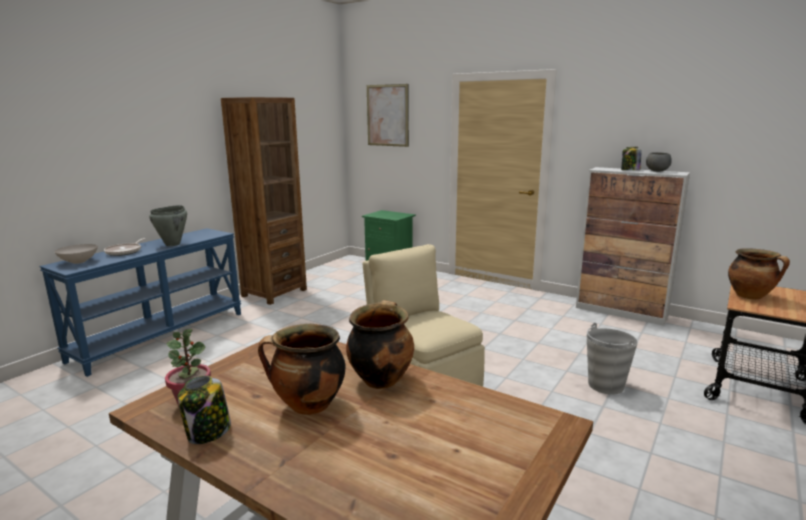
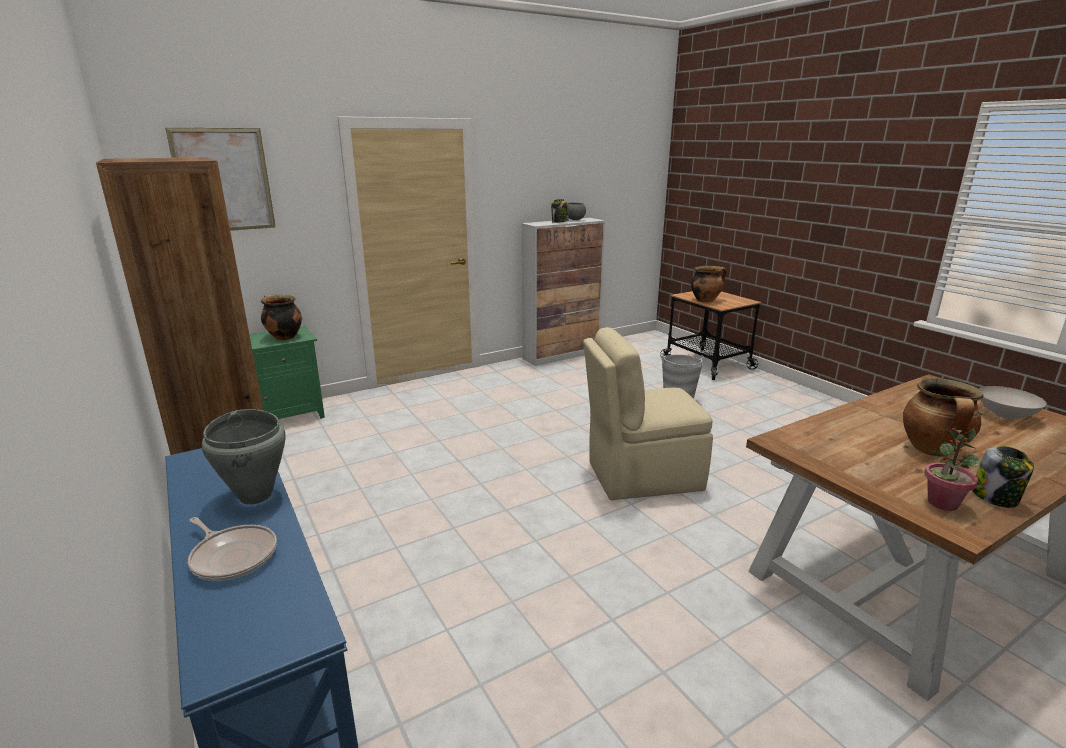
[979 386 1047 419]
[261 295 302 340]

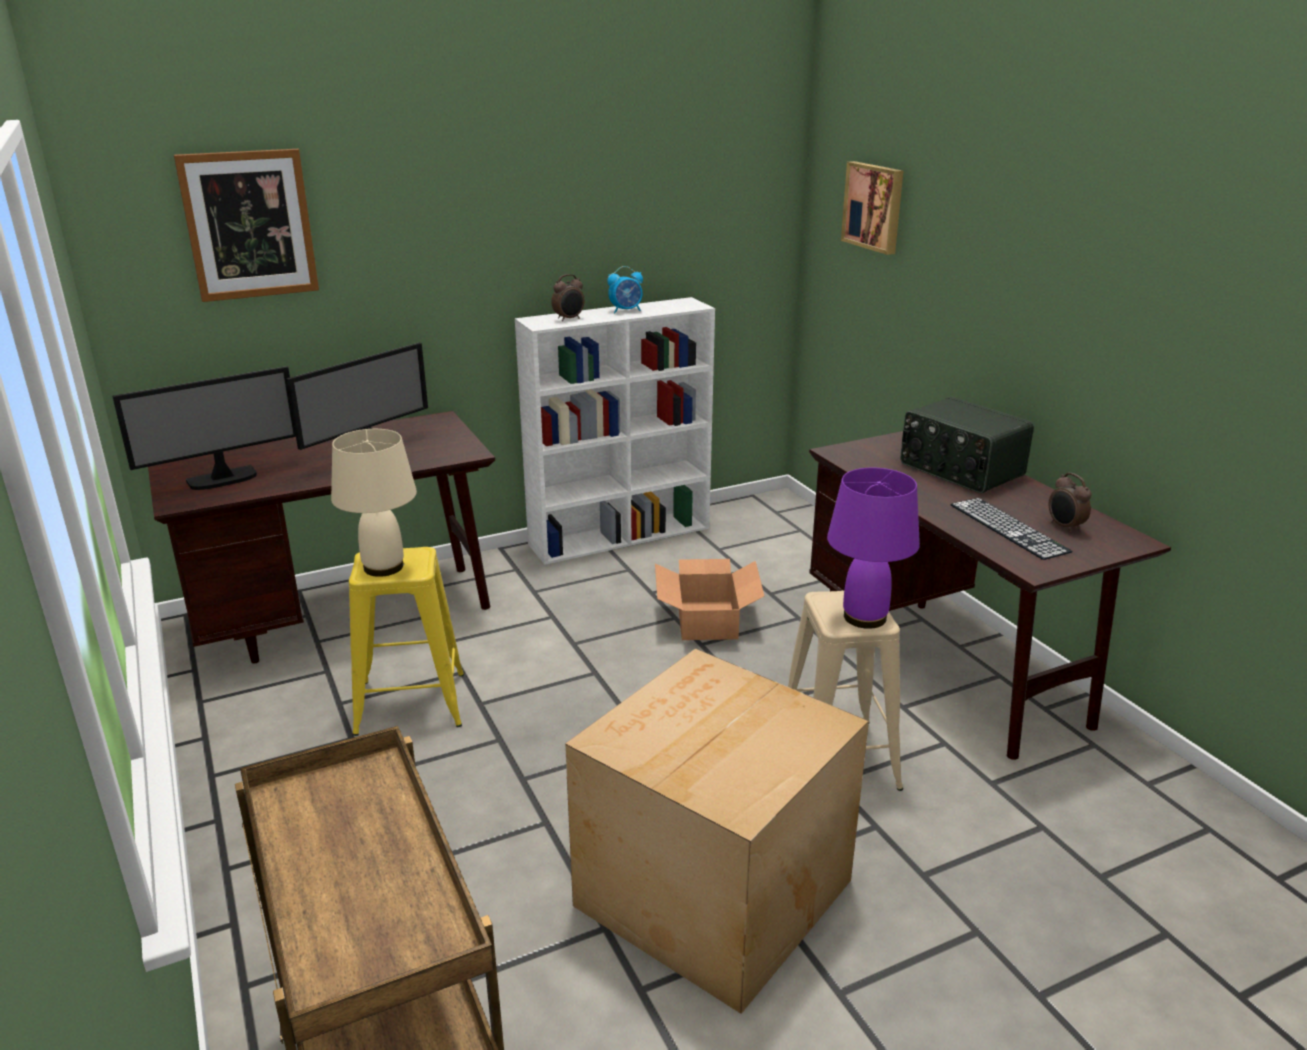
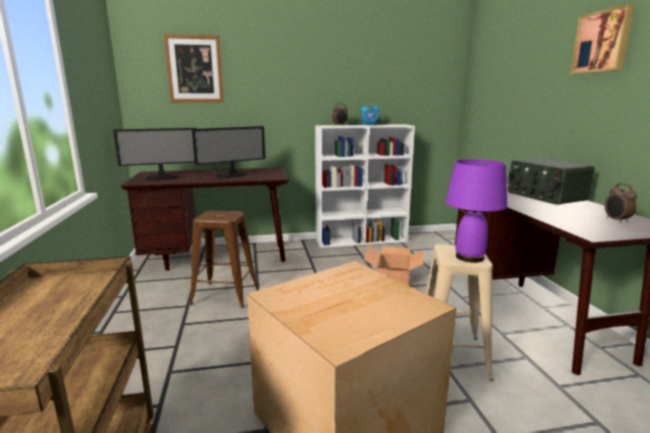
[570 4 635 74]
[331 429 417 577] (first image)
[951 498 1073 560] (first image)
[189 210 258 308]

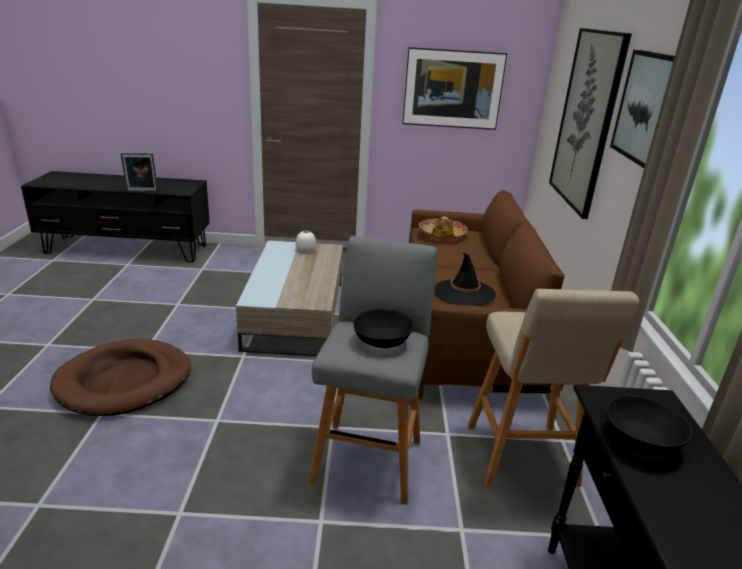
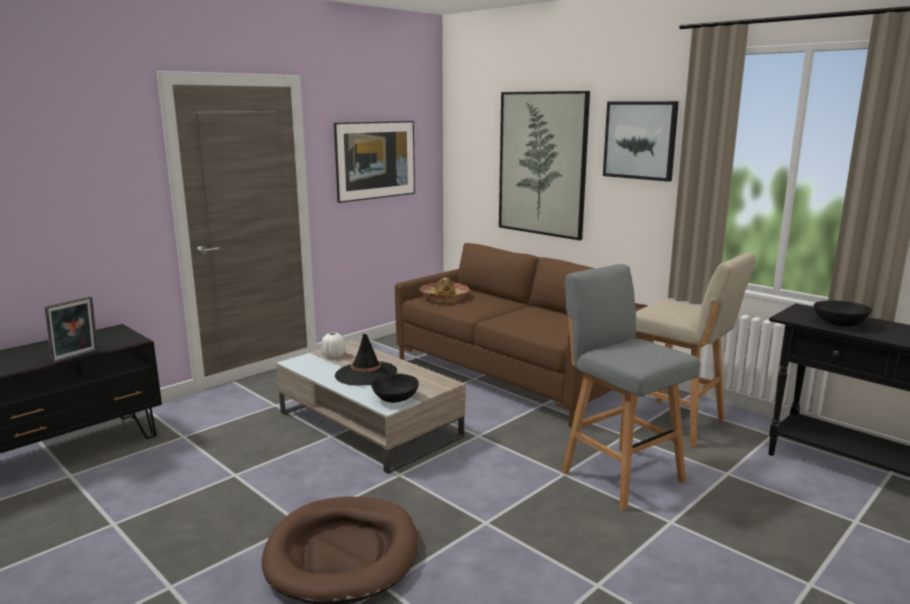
[335 334 397 386]
[371 374 419 403]

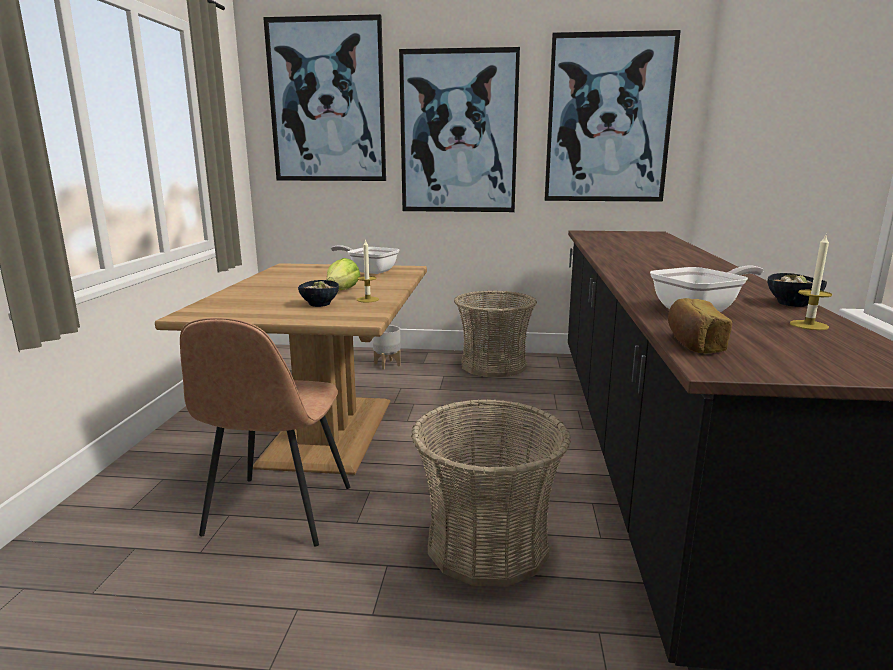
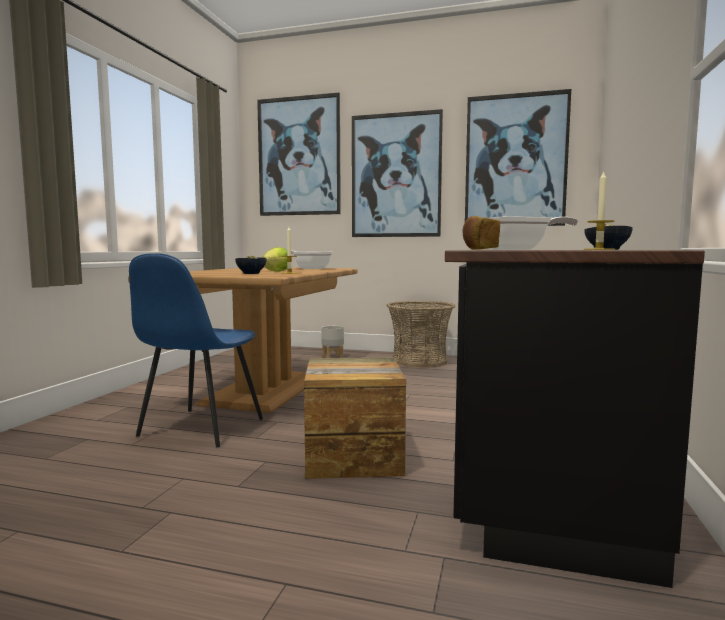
[129 253 263 447]
[304 357 406 479]

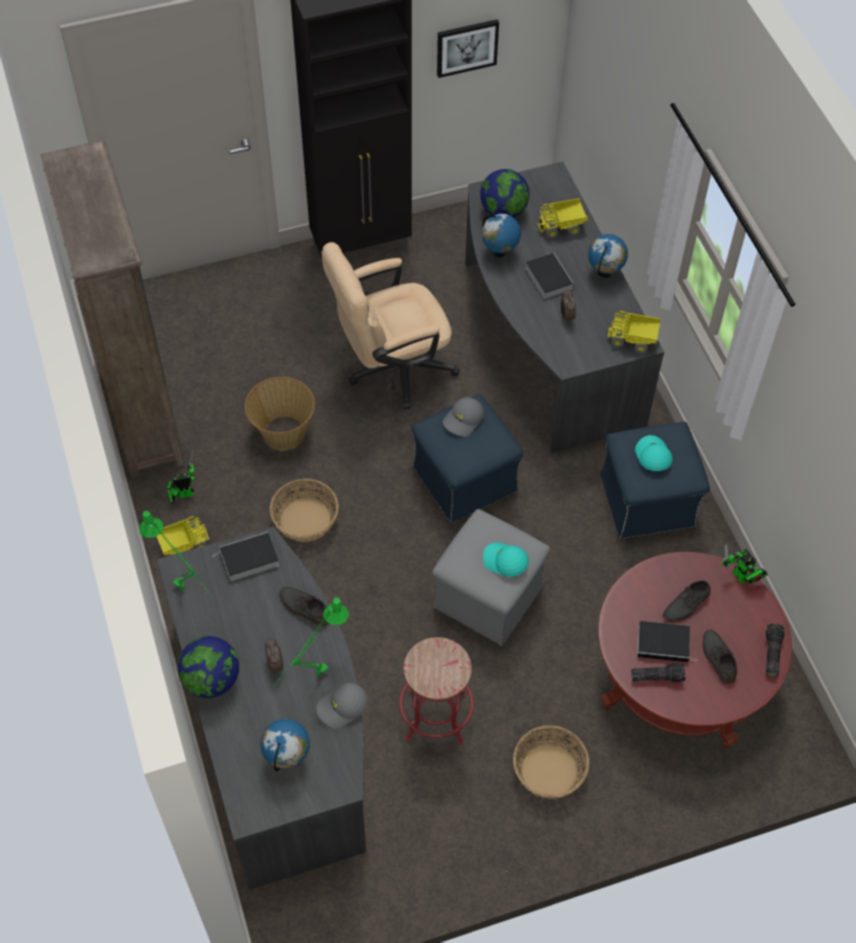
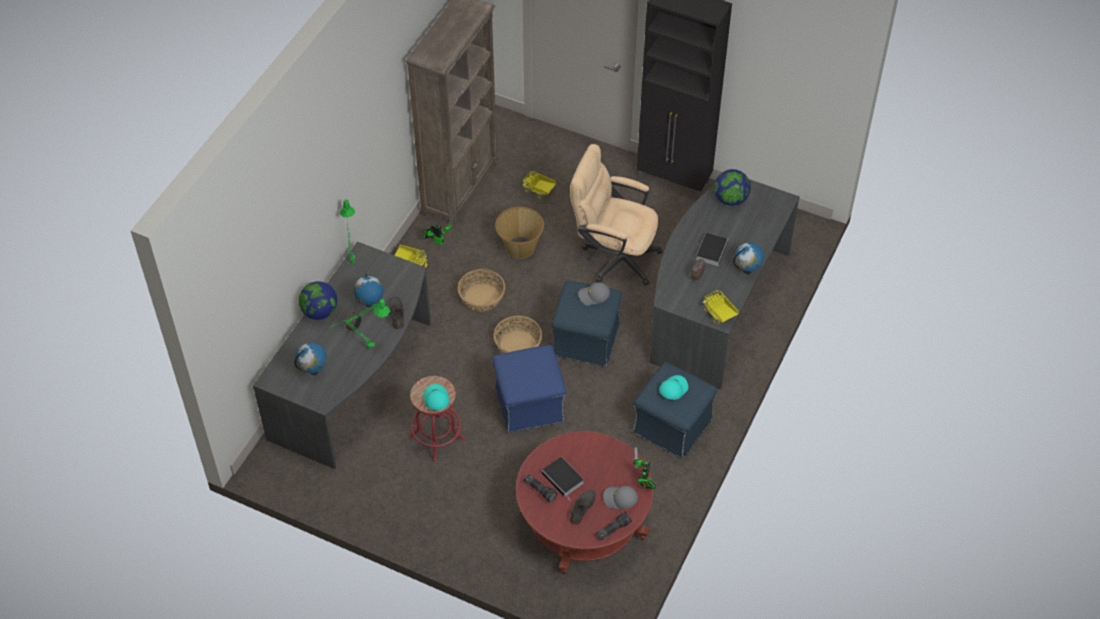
[437 19 499 78] (first image)
[522 171 556 200]
[354 274 384 307]
[492 345 566 433]
[213 532 279 581] (first image)
[423 384 450 410]
[663 581 711 622] (first image)
[603 486 638 509]
[494 316 542 353]

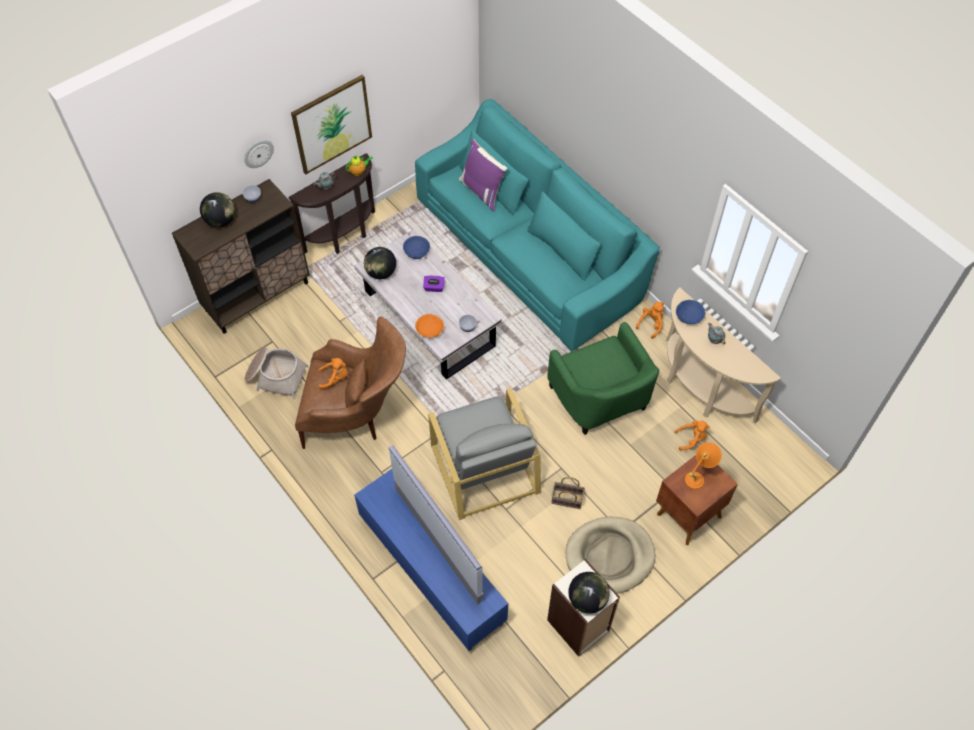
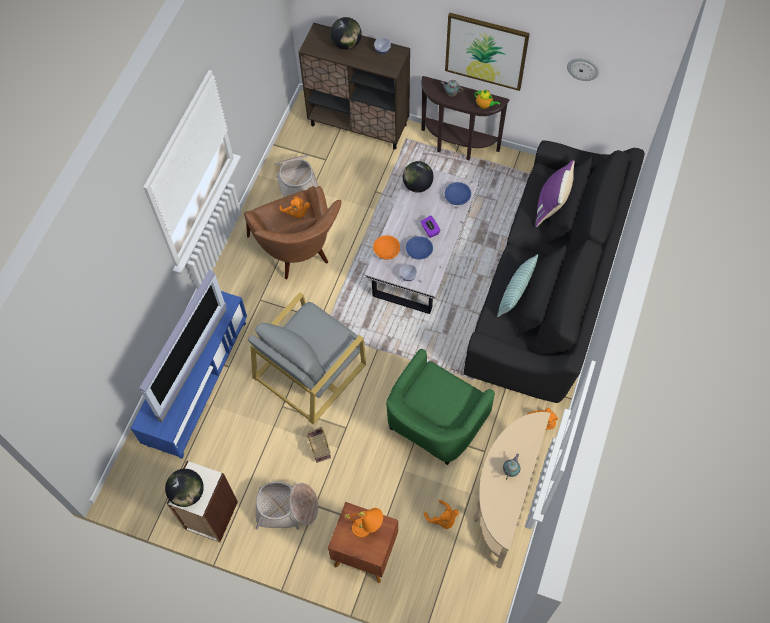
[464 140 645 403]
[567 58 599 81]
[406 236 433 259]
[256 481 318 530]
[497 254 538 317]

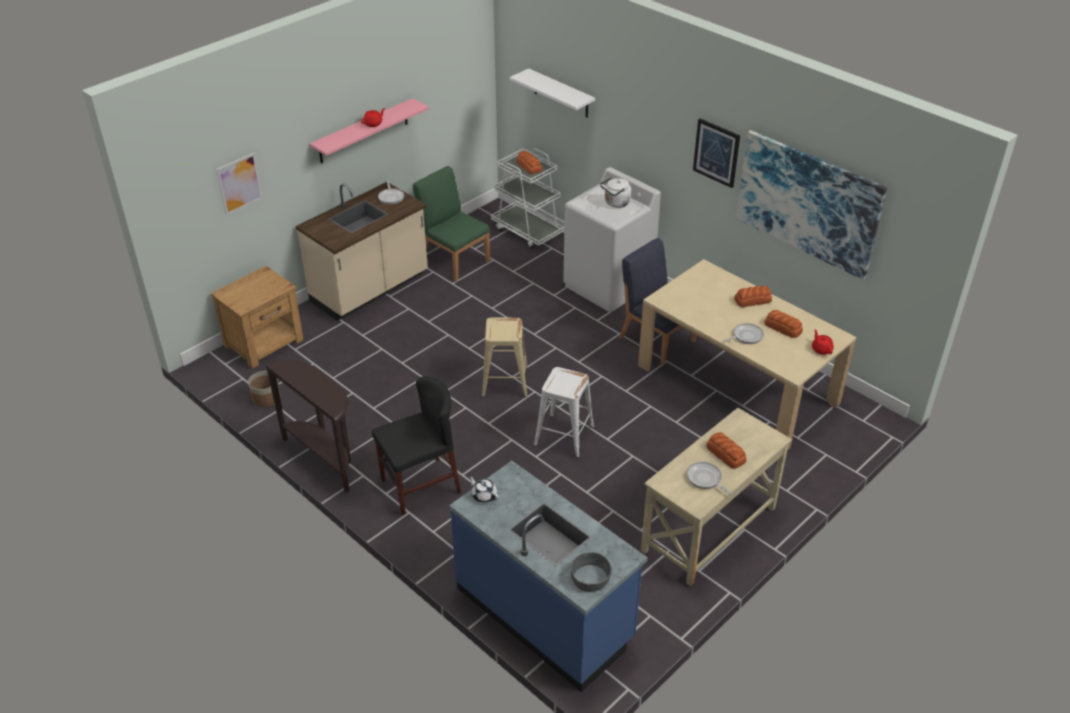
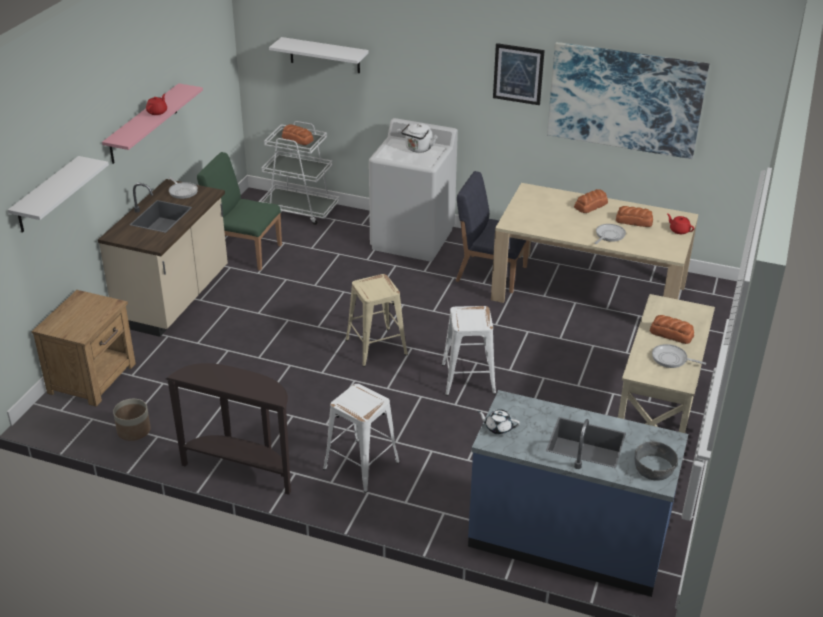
[8 156 109 233]
[323 384 400 493]

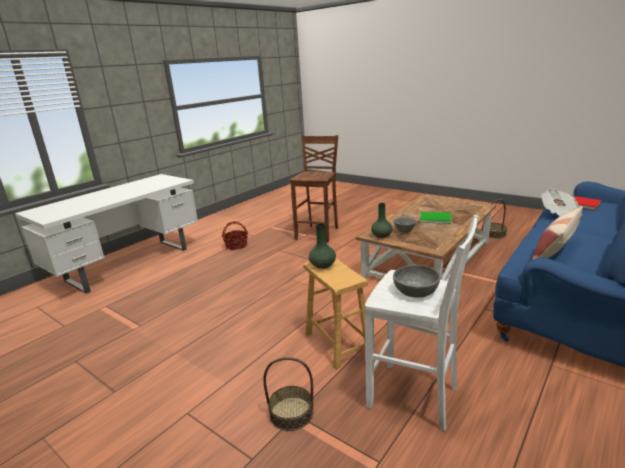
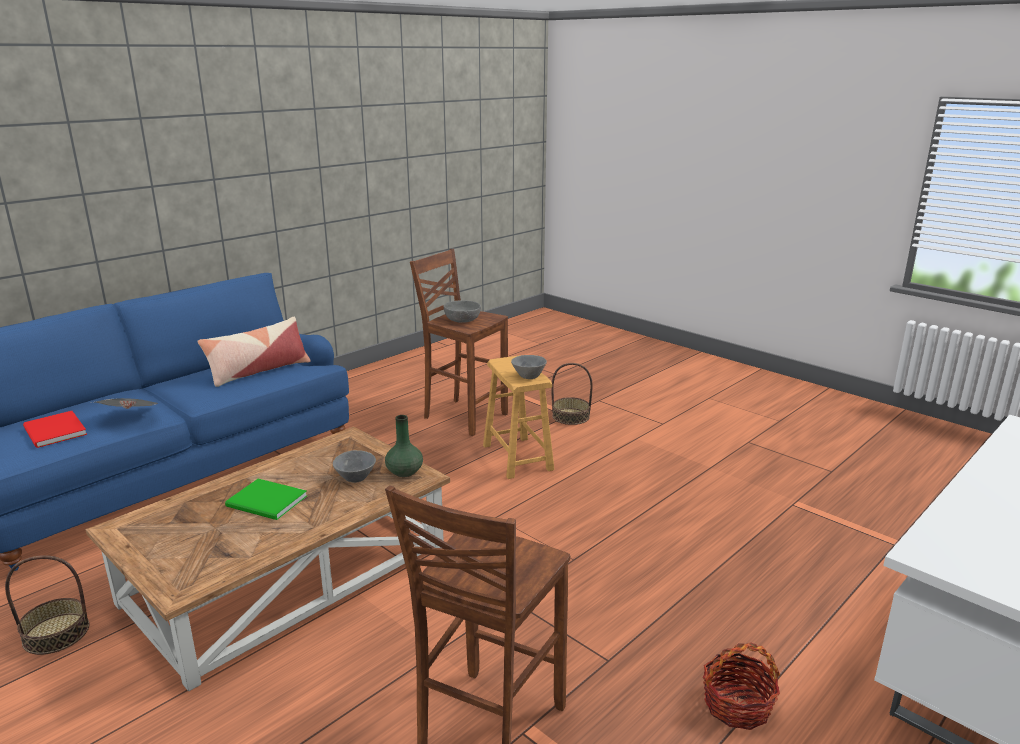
[410 249 508 436]
[511 355 547 379]

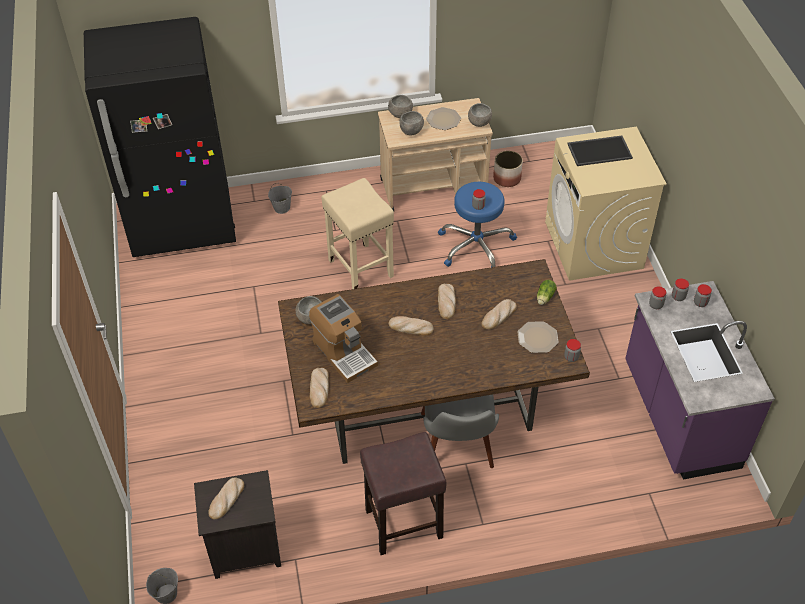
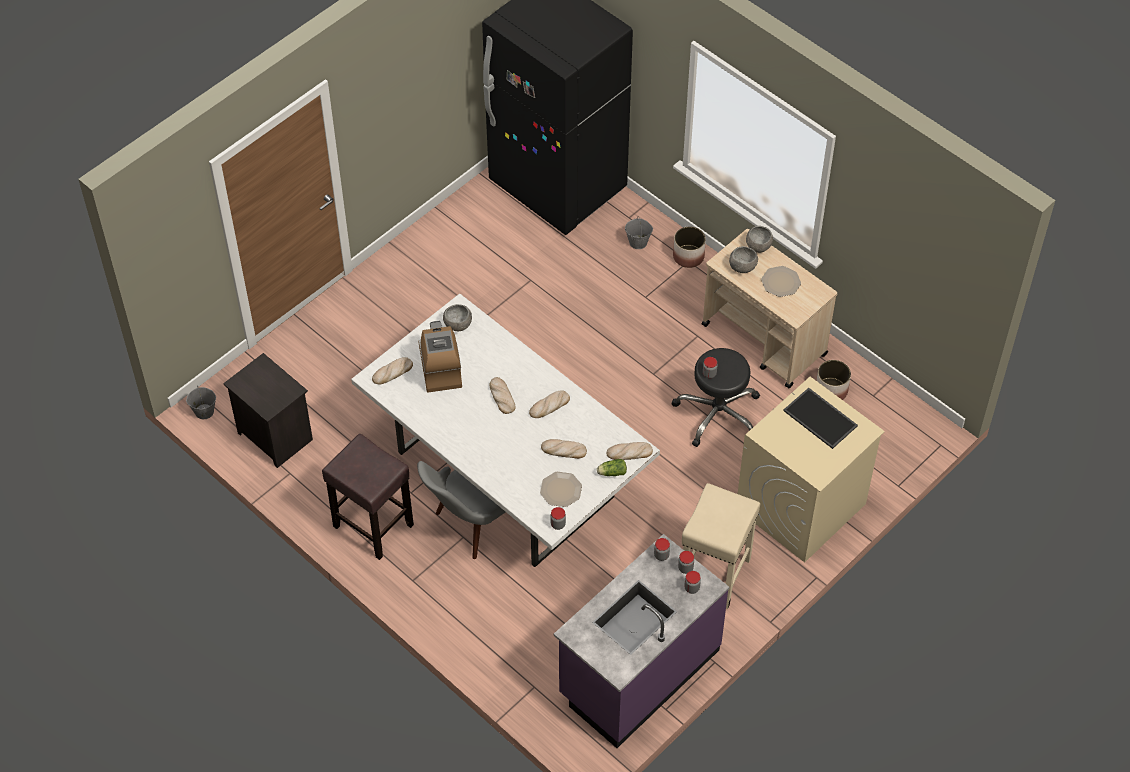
[468 103 492 127] (first image)
[682 483 760 609]
[671 348 760 447]
[351 294 660 567]
[418 321 462 393]
[607 442 653 460]
[673 226 706 268]

